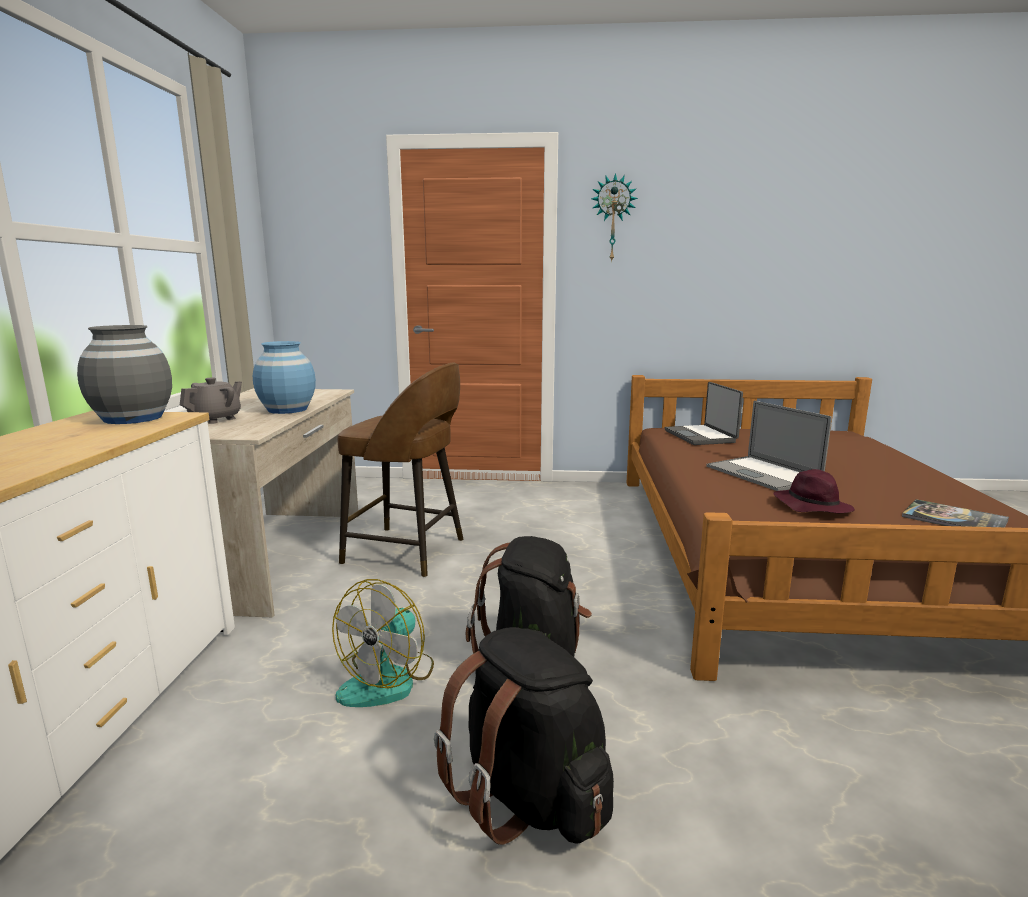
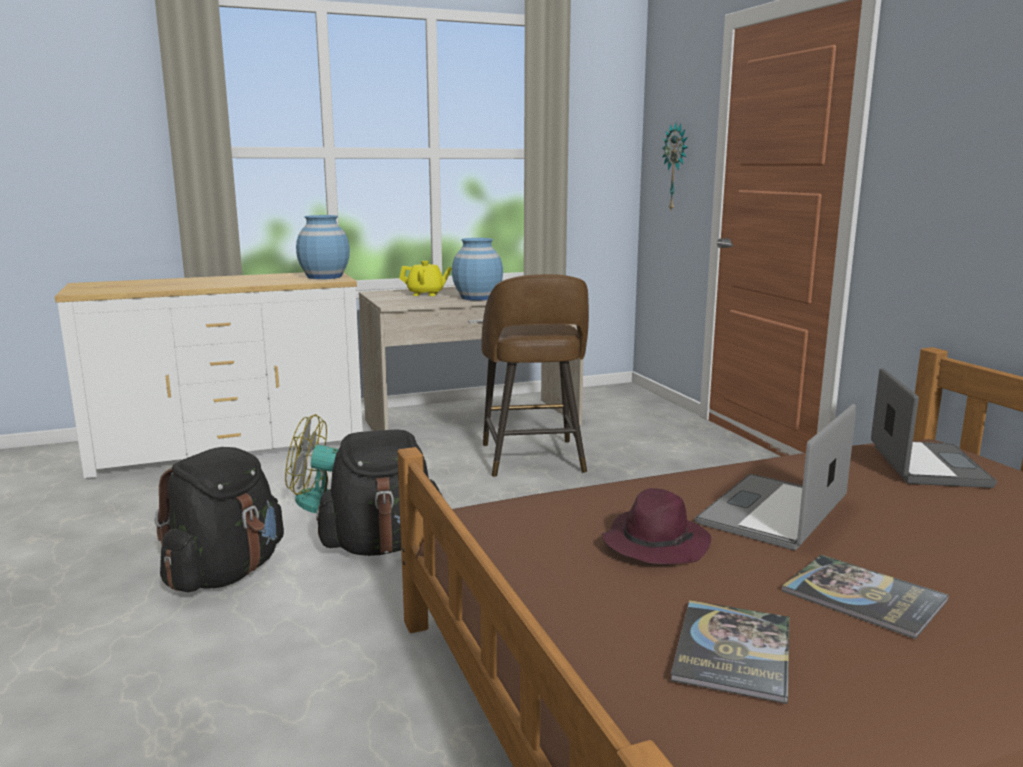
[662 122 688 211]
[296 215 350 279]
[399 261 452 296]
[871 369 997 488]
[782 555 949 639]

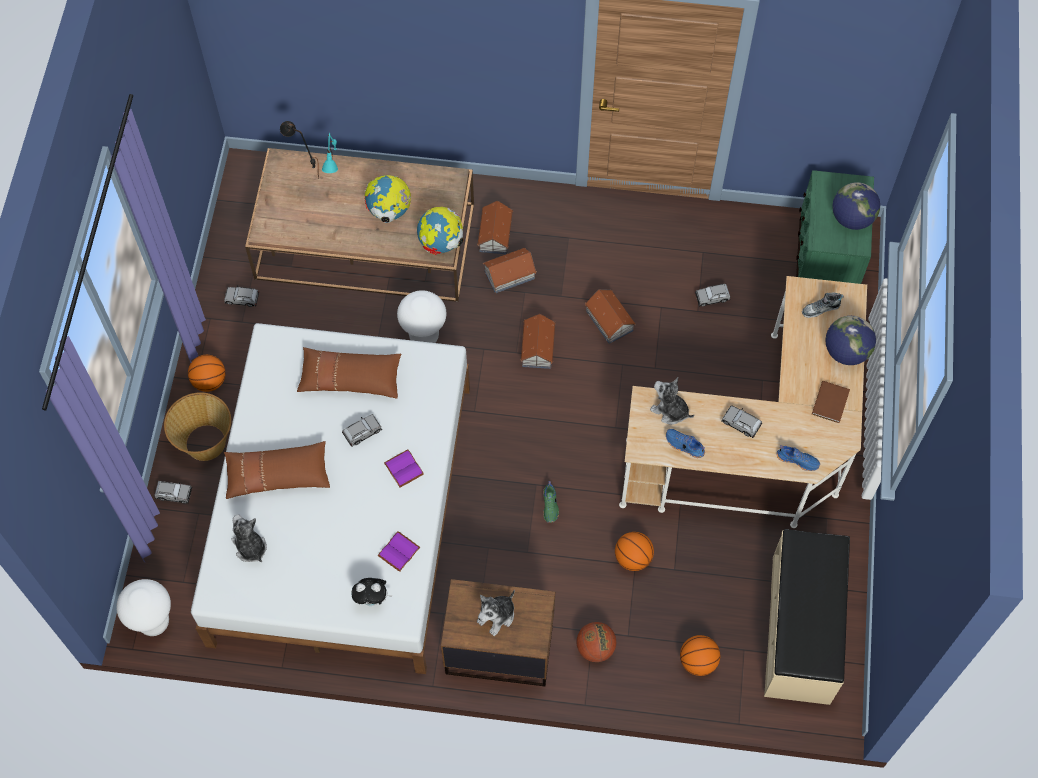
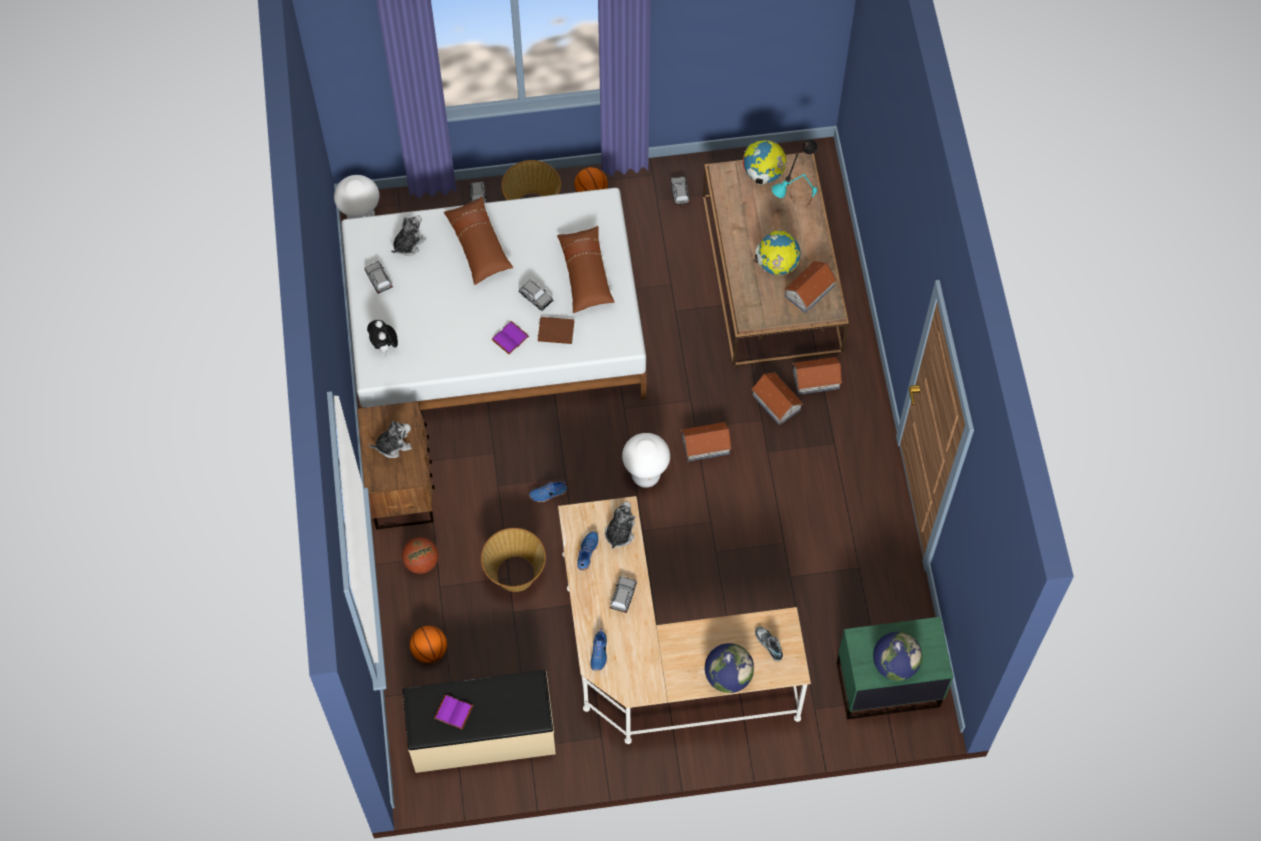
[743 140 786 185]
[365 261 393 294]
[784 261 837 313]
[622 433 670 488]
[538 317 574 344]
[529 481 567 502]
[434 694 473 729]
[481 528 546 592]
[369 421 412 458]

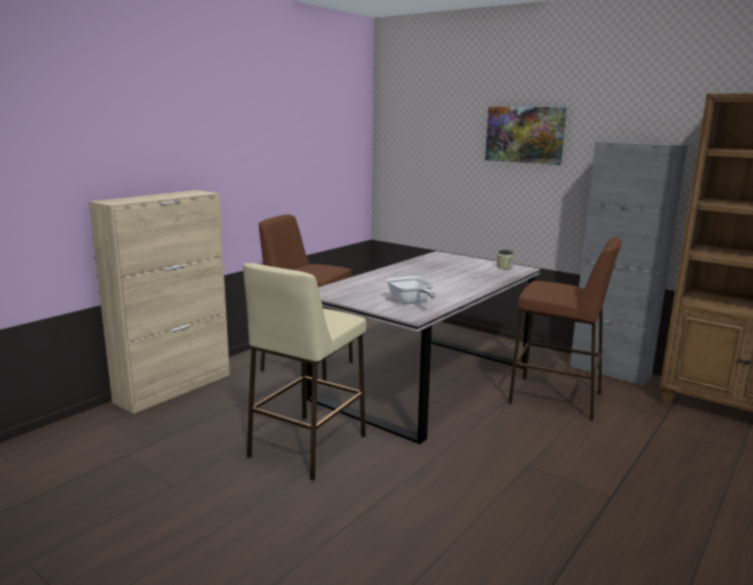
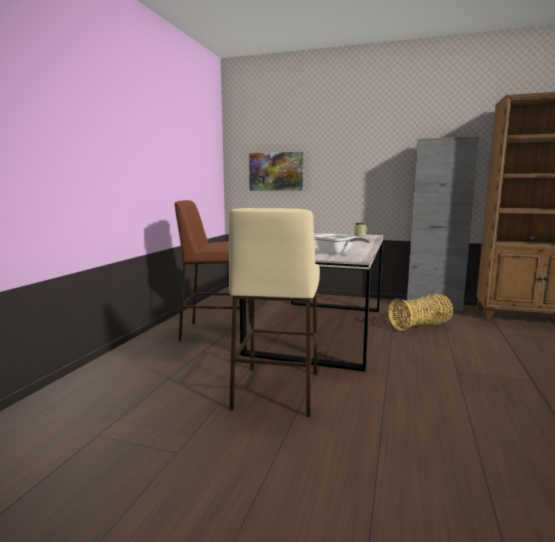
[249 152 303 191]
[89 190 230 414] (first image)
[389 294 453 331]

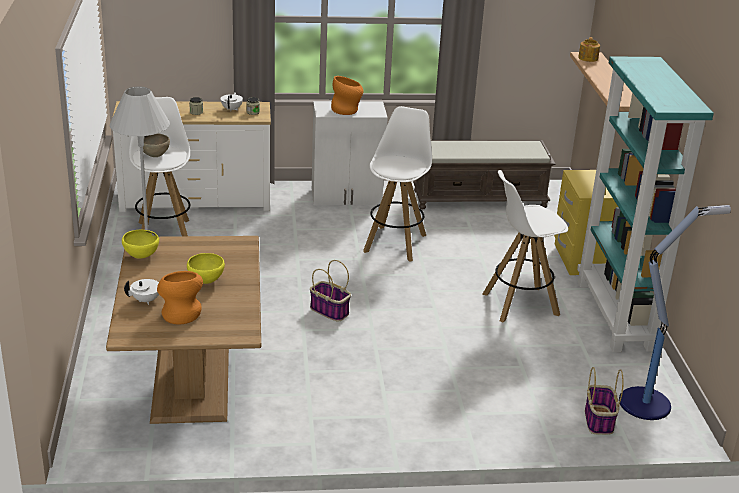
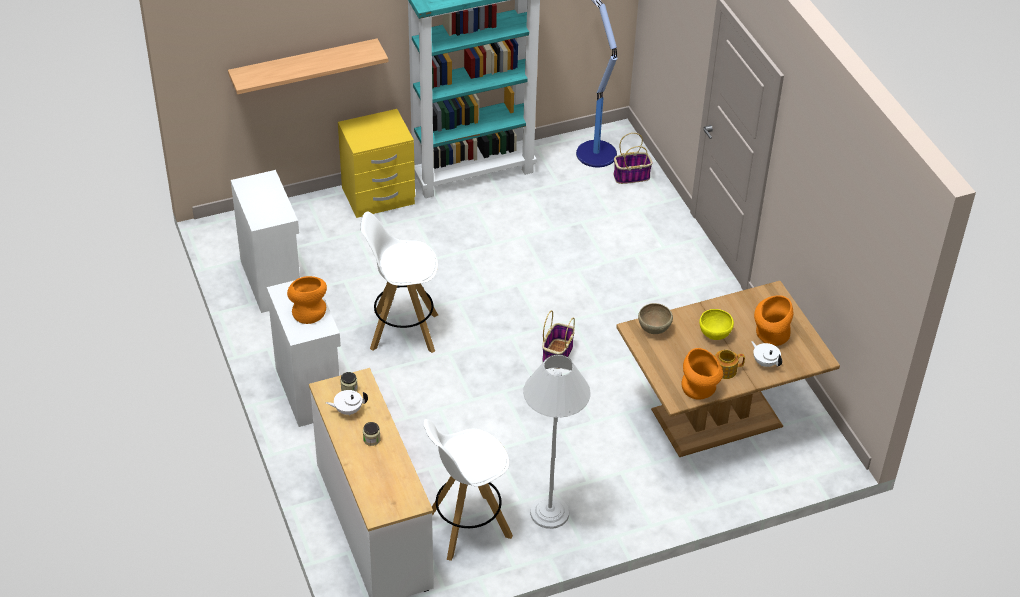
[714 350 745 379]
[638 303 673 334]
[231 170 300 313]
[482 170 568 322] (first image)
[681 348 723 399]

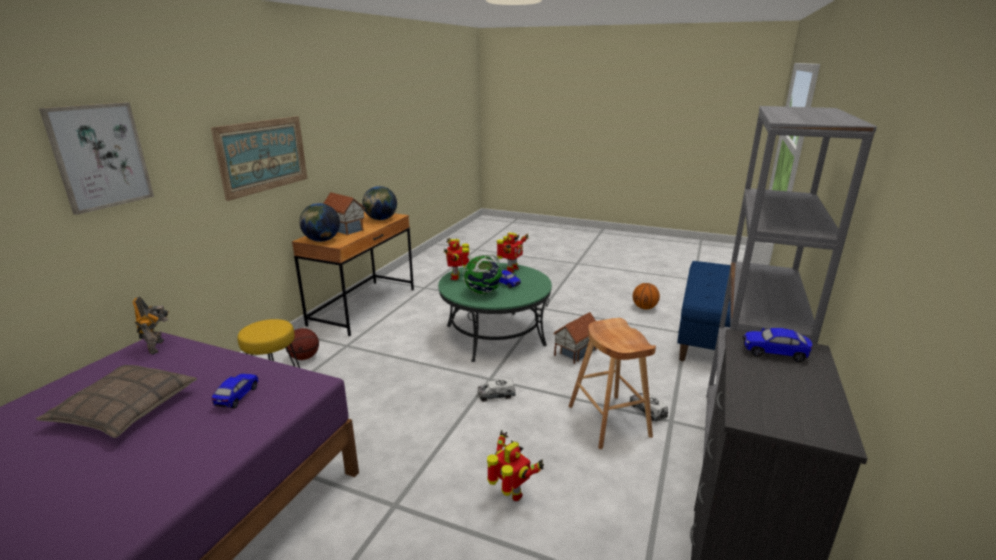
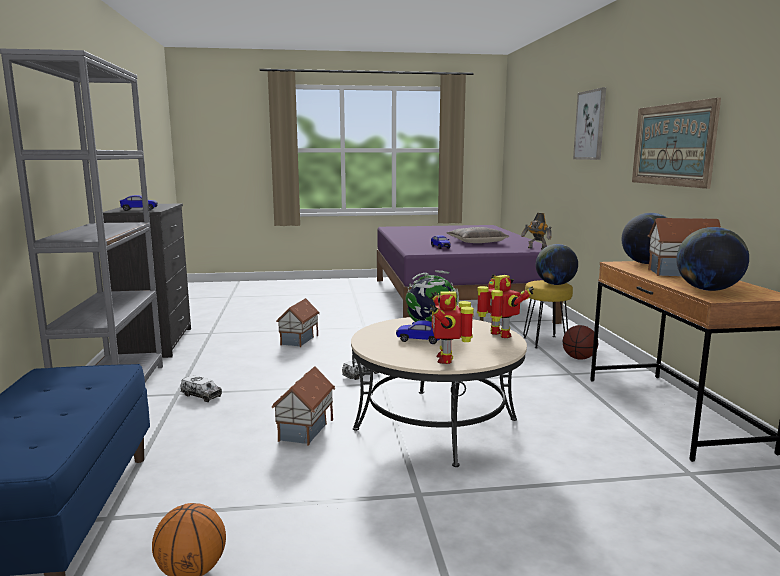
[351 317 527 467]
[569 318 656 449] (first image)
[276 298 320 347]
[536 244 578 285]

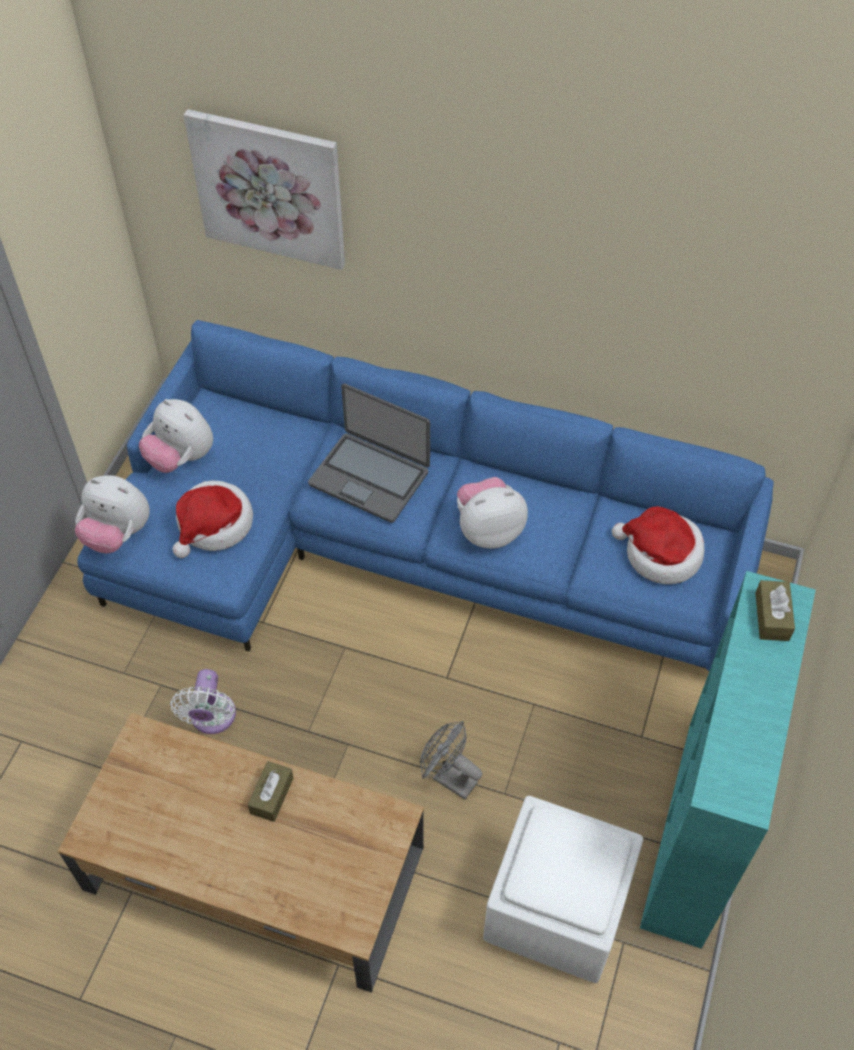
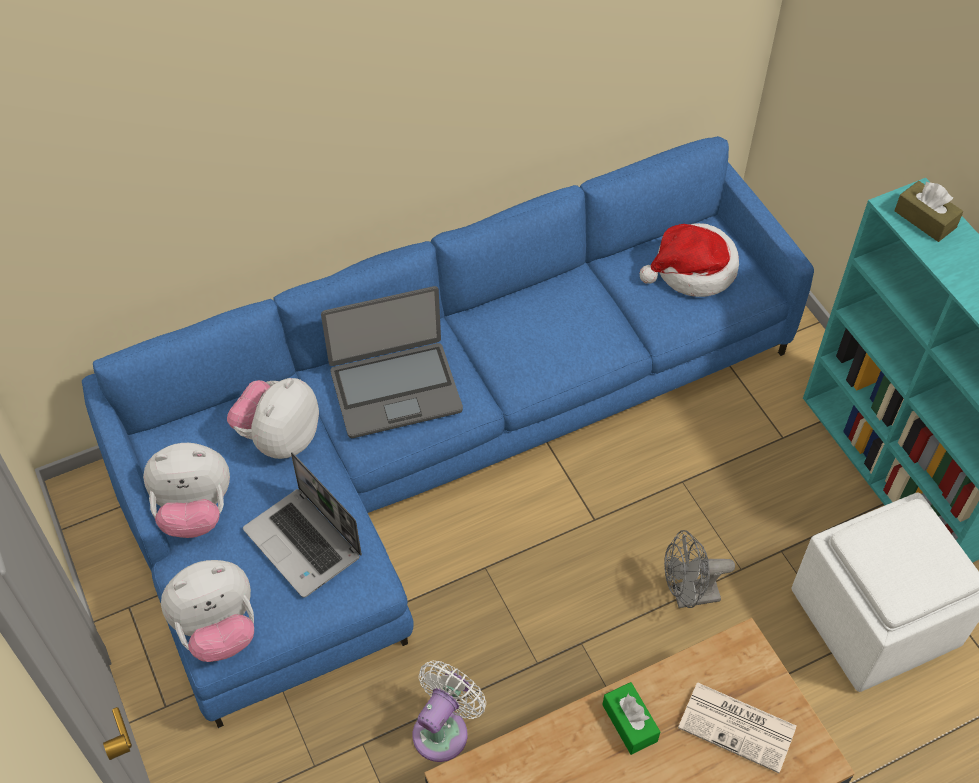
[184 109 345 270] (first image)
[227 378 319 459]
[243 452 362 598]
[413 661 486 762]
[603 682 660 755]
[678 682 796 773]

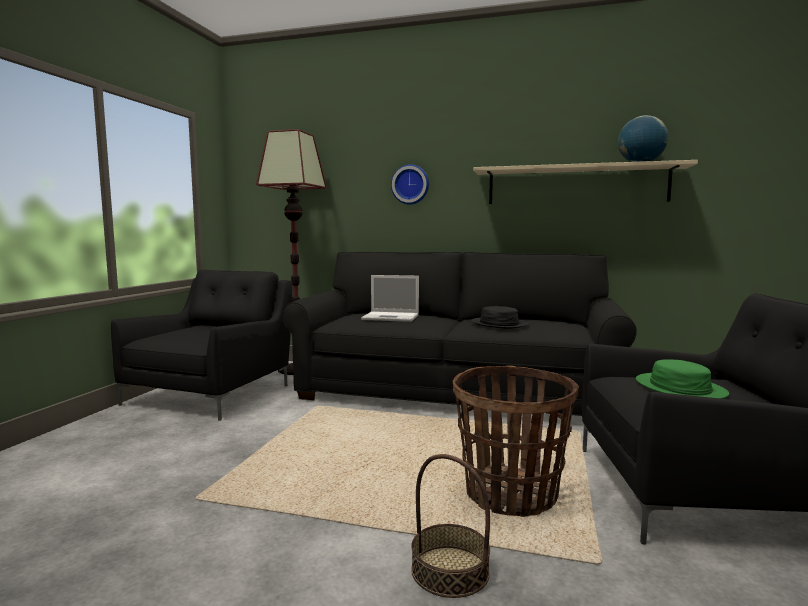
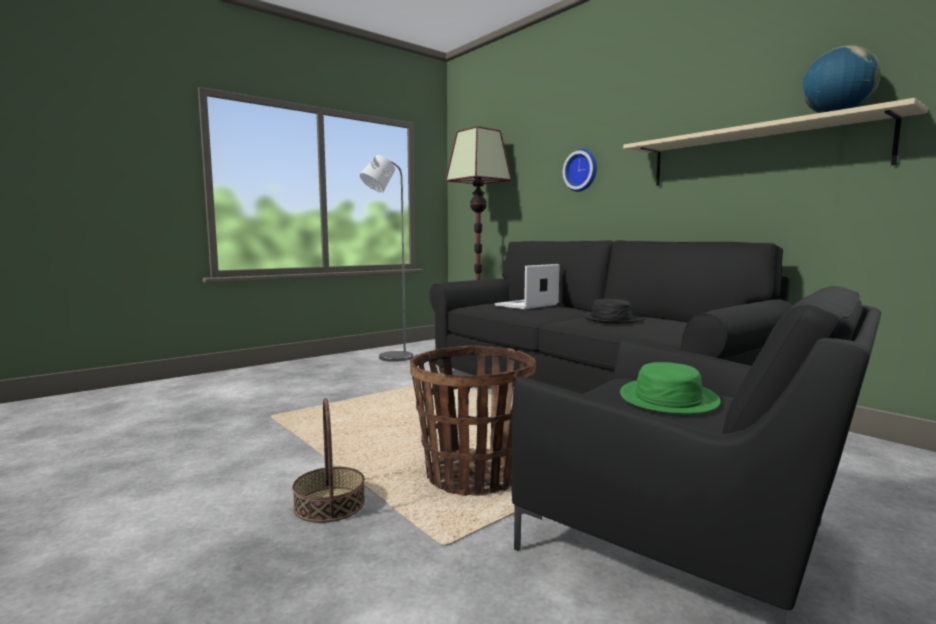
[360 155 413 362]
[495 264 560 309]

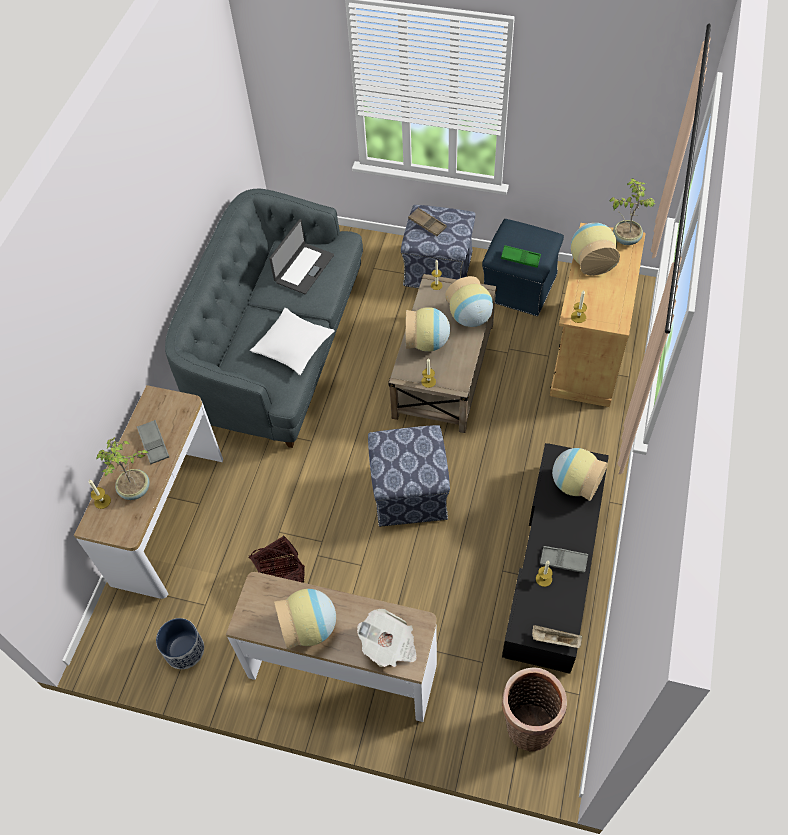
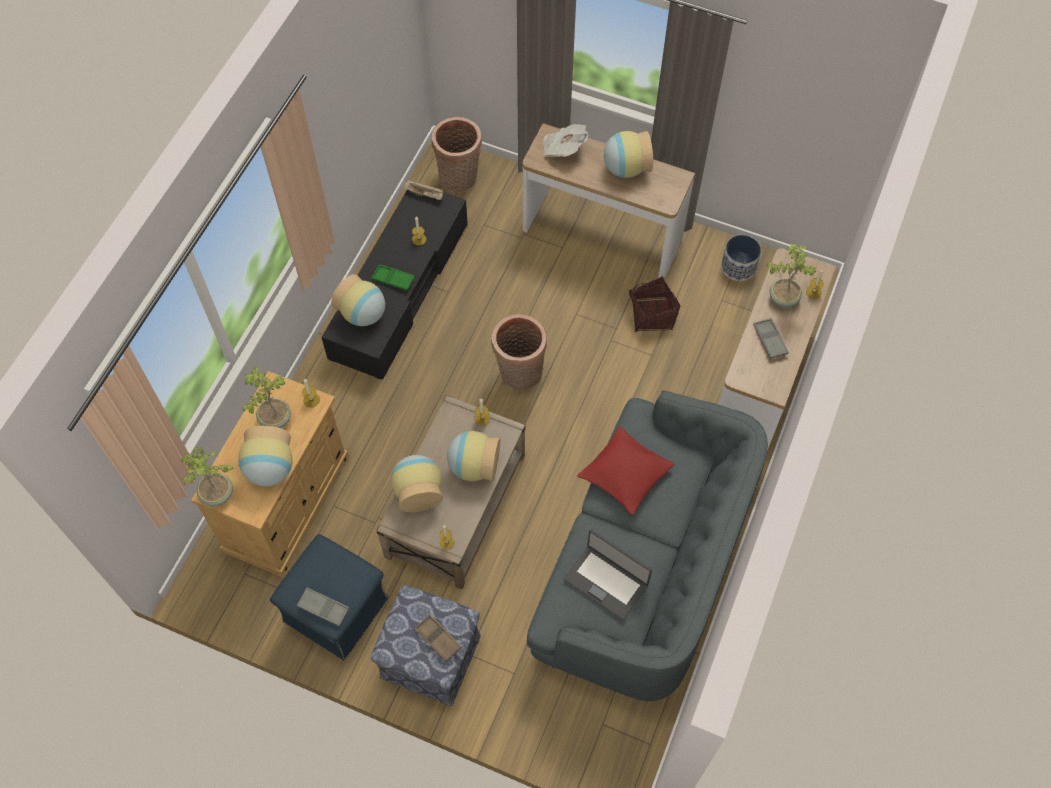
[563 529 652 620]
[371 264 415 291]
[577 426 675 515]
[492 314 547 390]
[297 588 349 627]
[243 367 291 428]

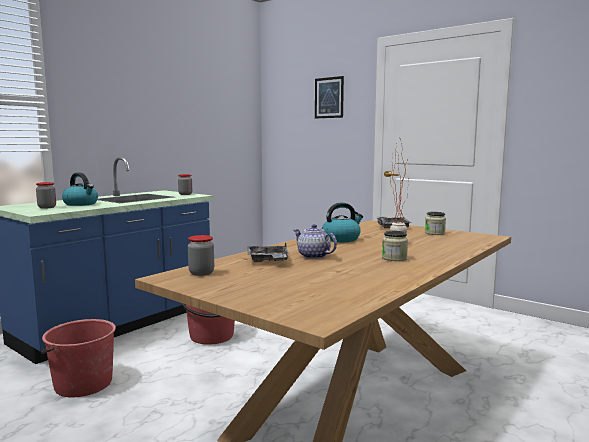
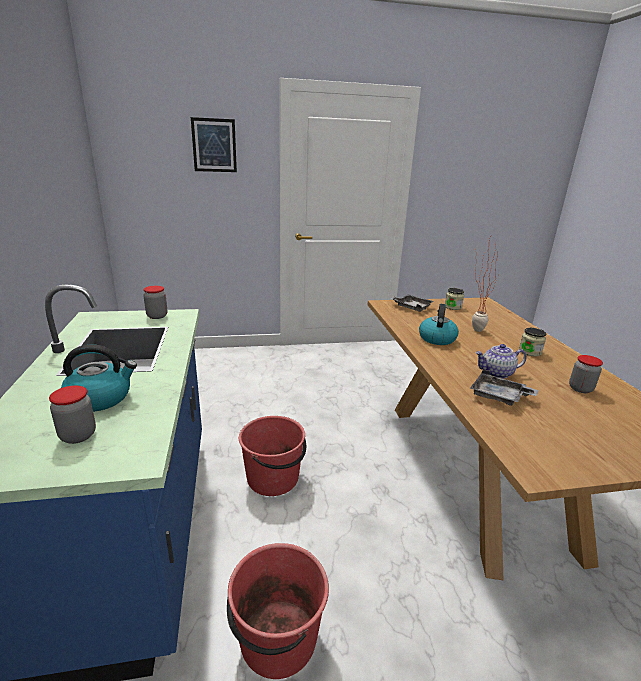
[569 355 603 393]

